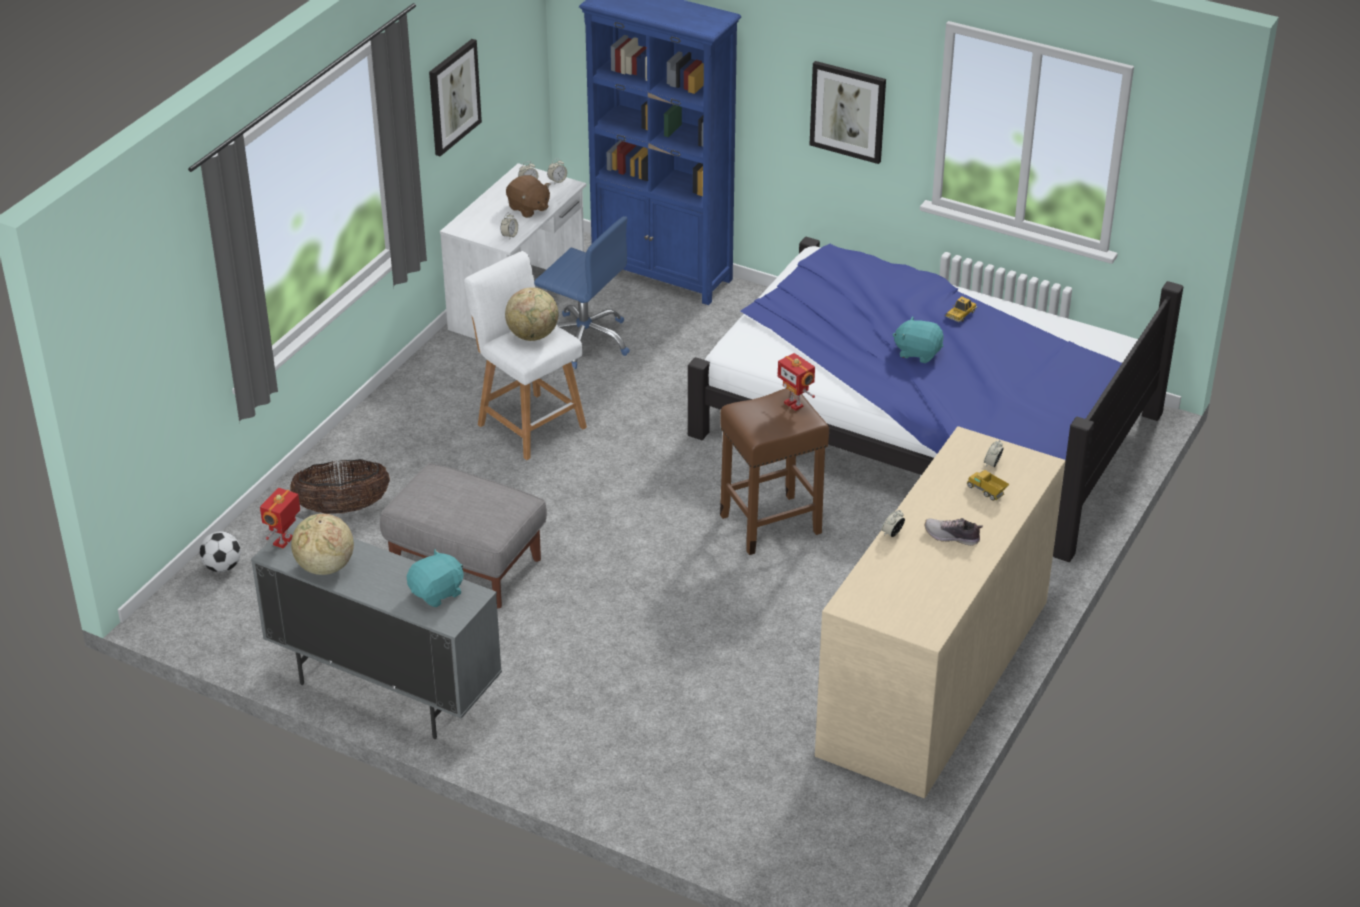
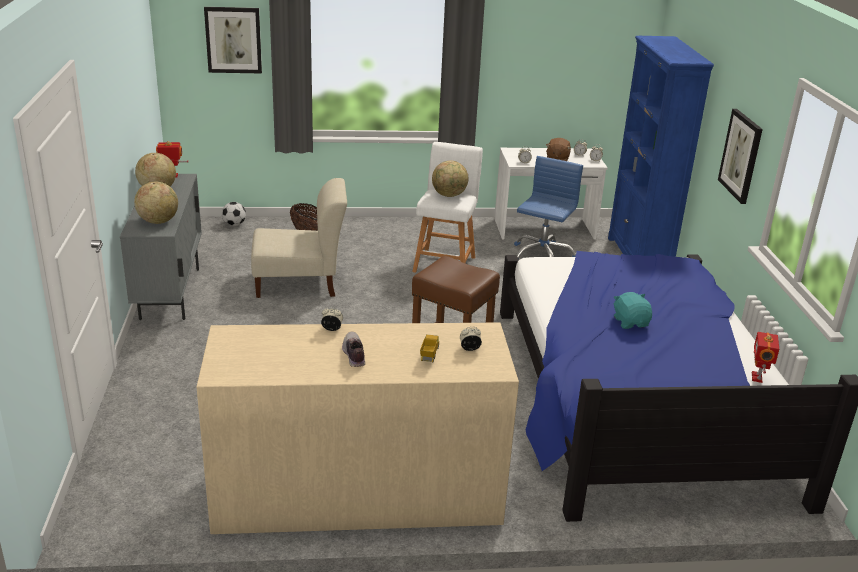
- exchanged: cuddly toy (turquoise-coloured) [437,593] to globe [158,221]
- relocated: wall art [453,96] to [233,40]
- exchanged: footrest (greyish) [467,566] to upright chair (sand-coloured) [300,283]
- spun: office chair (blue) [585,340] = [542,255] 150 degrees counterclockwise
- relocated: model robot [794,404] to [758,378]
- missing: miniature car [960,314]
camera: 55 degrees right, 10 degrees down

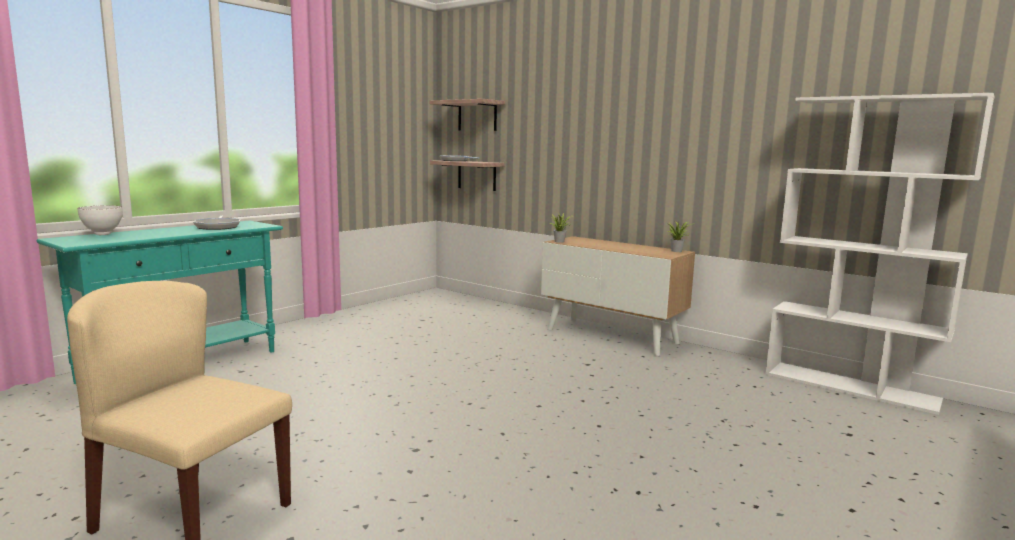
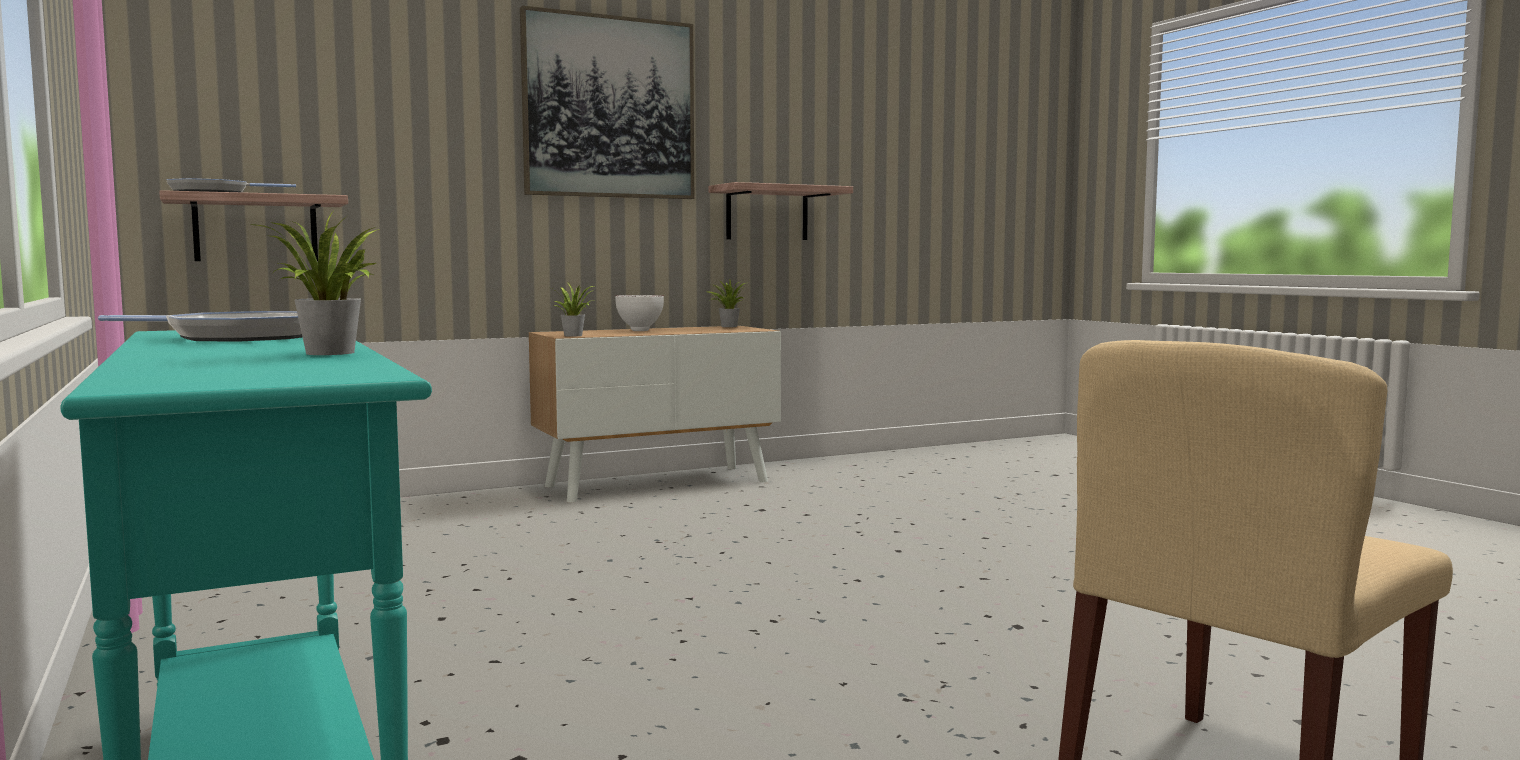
- appeared: potted plant [329,353]
- appeared: wall art [609,107]
- relocated: serving bowl (whitish) [104,234] to [640,330]
- relocated: shelf [477,116] to [767,213]
- missing: bookshelf (whitish) [850,387]
camera: 65 degrees left, 5 degrees down

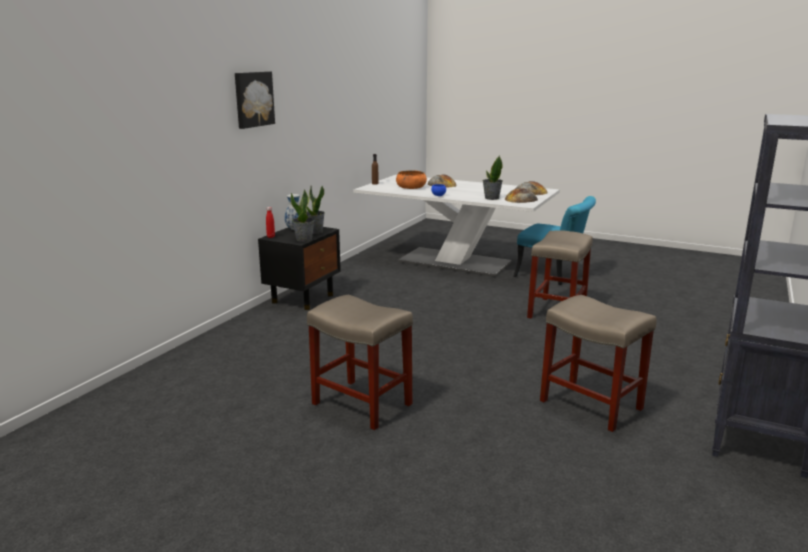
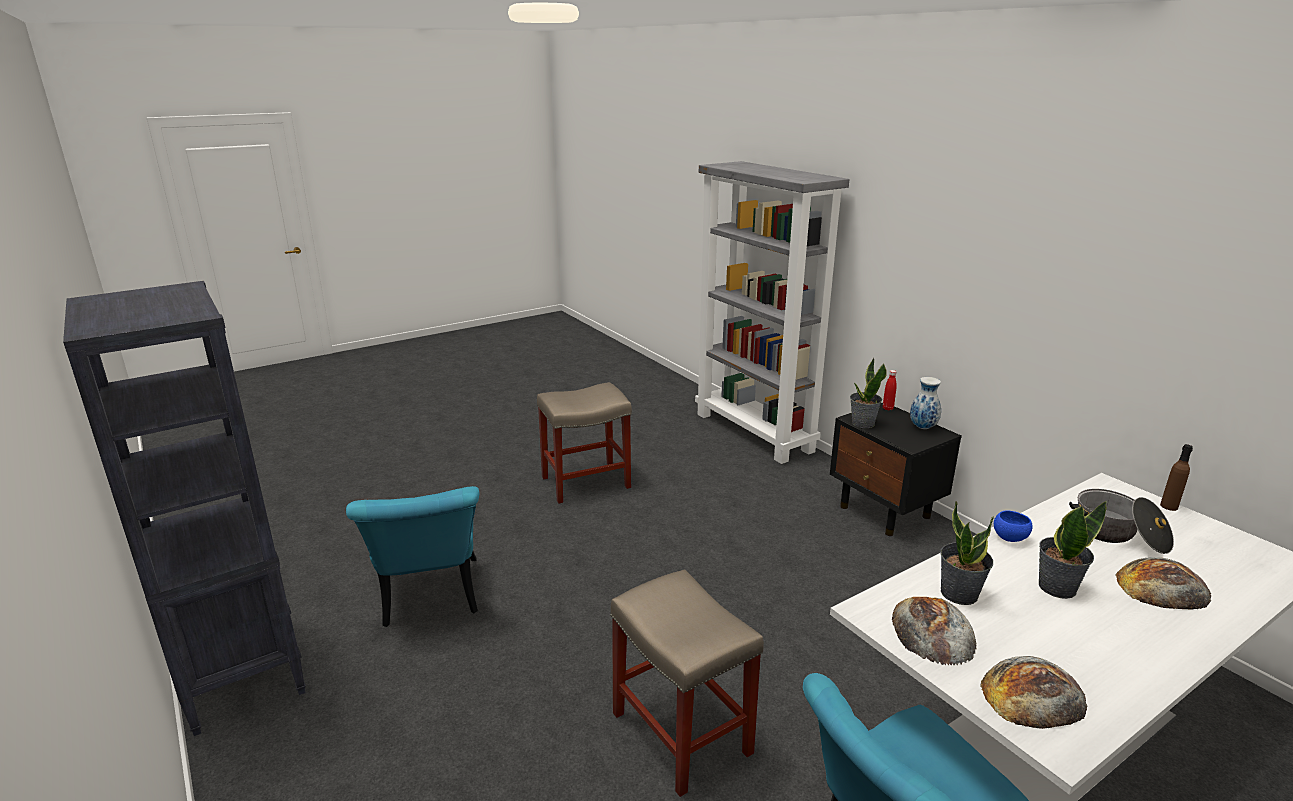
- exchanged: stool (sand-coloured) [592,405] to upright chair (turquoise-coloured) [431,600]
- appeared: bookshelf (greyish) [755,432]
- relocated: potted plant [314,232] to [1056,587]
- exchanged: serving bowl (orange-coloured) [411,187] to saucepot [1118,534]
- missing: wall art [253,99]
camera: 120 degrees right, 5 degrees up

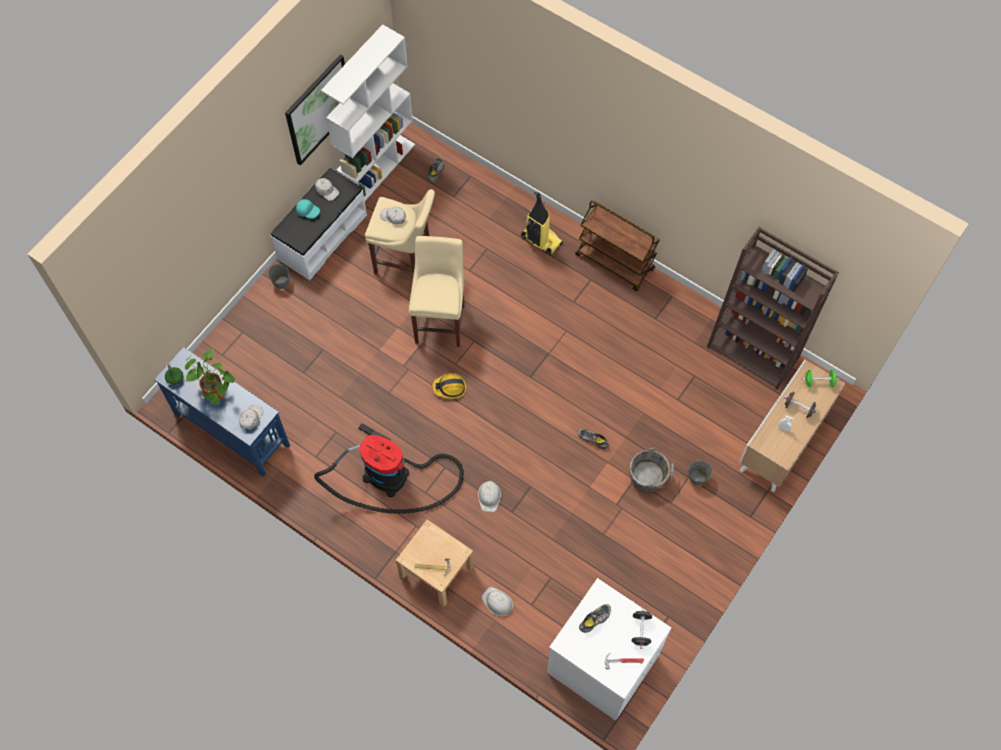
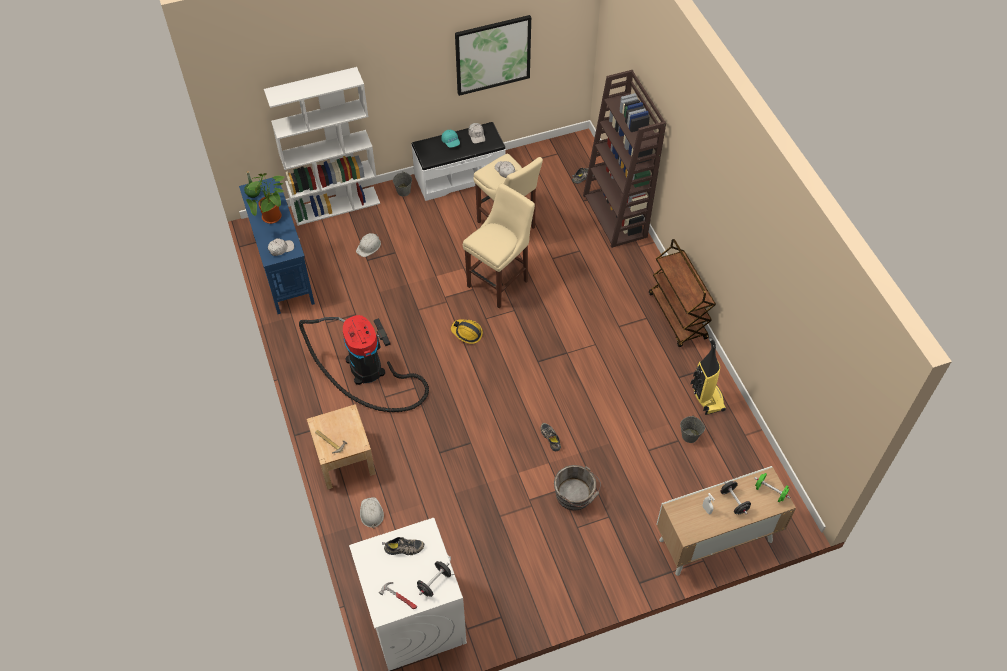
- relocated: bookshelf (whitish) [378,168] to [336,205]
- relocated: safety helmet (whitish) [489,496] to [369,246]
- relocated: bookshelf (brown) [754,352] to [615,216]
- relocated: pail (greyish) [698,478] to [690,436]
- relocated: vacuum [540,240] to [706,397]
camera: 35 degrees right, 10 degrees down

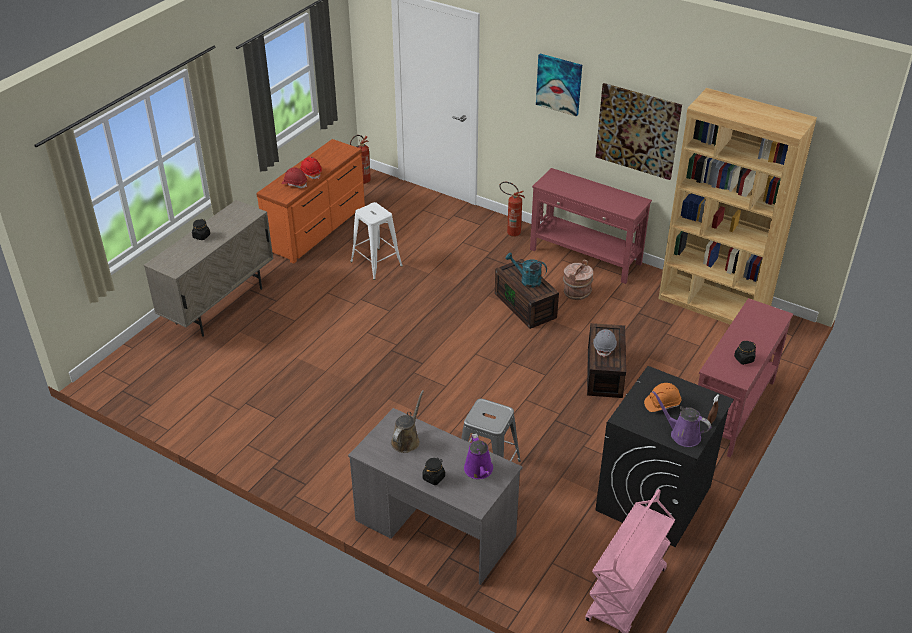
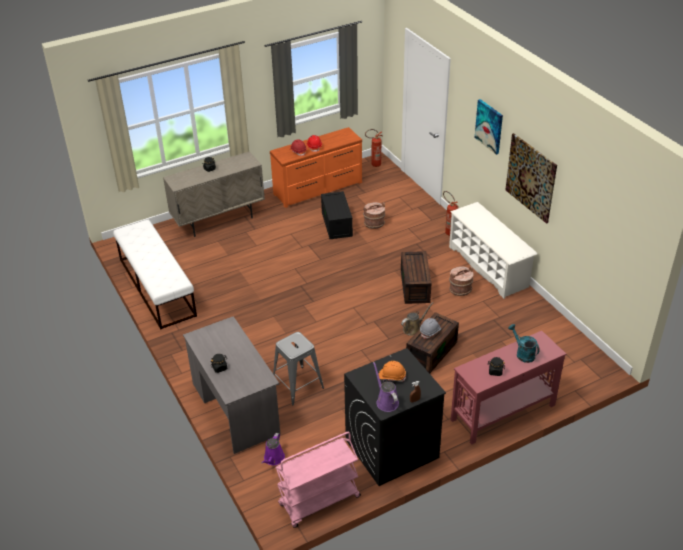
- appeared: indoor bench (whitish) [157,287]
- relocated: sprinkling can (purple) [479,470] to [273,459]
- exchanged: stool (whitish) [376,263] to storage box (black-coloured) [337,224]
- appeared: pail (brown) [374,223]
- relocated: sprinkling can (brown) [406,440] to [413,329]
- exchanged: narrow table (reddish) [585,257] to shoe stand (whitish) [488,267]
- relocated: sprinkling can (turquoise-coloured) [527,280] to [522,353]
- missing: bookshelf (brown) [713,305]
camera: 30 degrees right, 0 degrees up

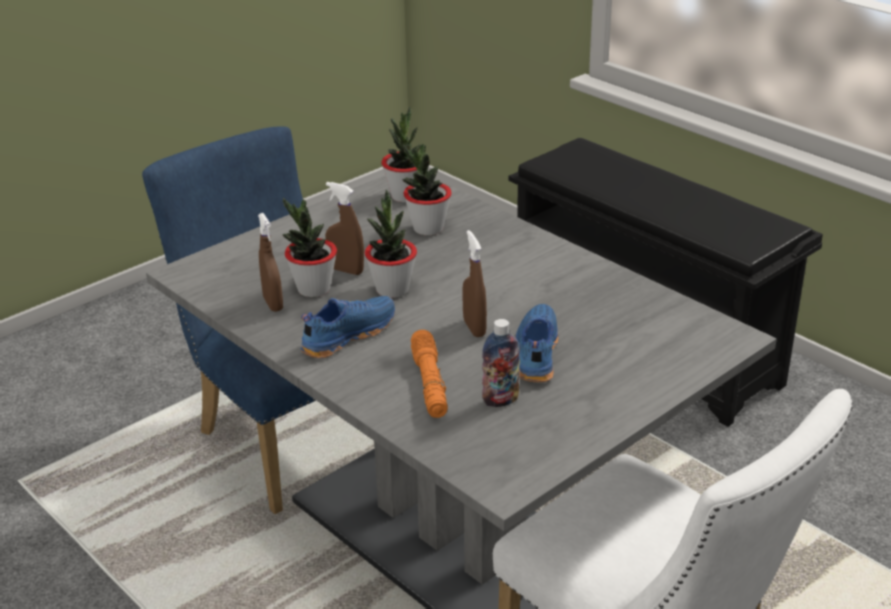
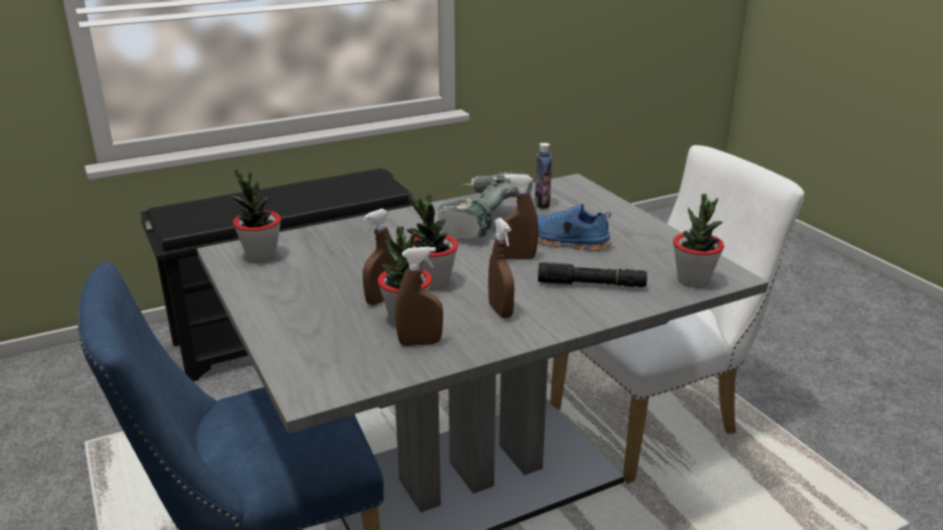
- appeared: power drill [477,222]
- exchanged: shoe (blue) [347,335] to hand sprayer (brown) [500,311]
- relocated: bottle [500,400] to [542,204]
- colour: torch (orange-coloured) [429,383] to torch (black-coloured) [591,285]
- relocated: potted plant [428,228] to [693,280]
camera: 75 degrees left, 5 degrees down

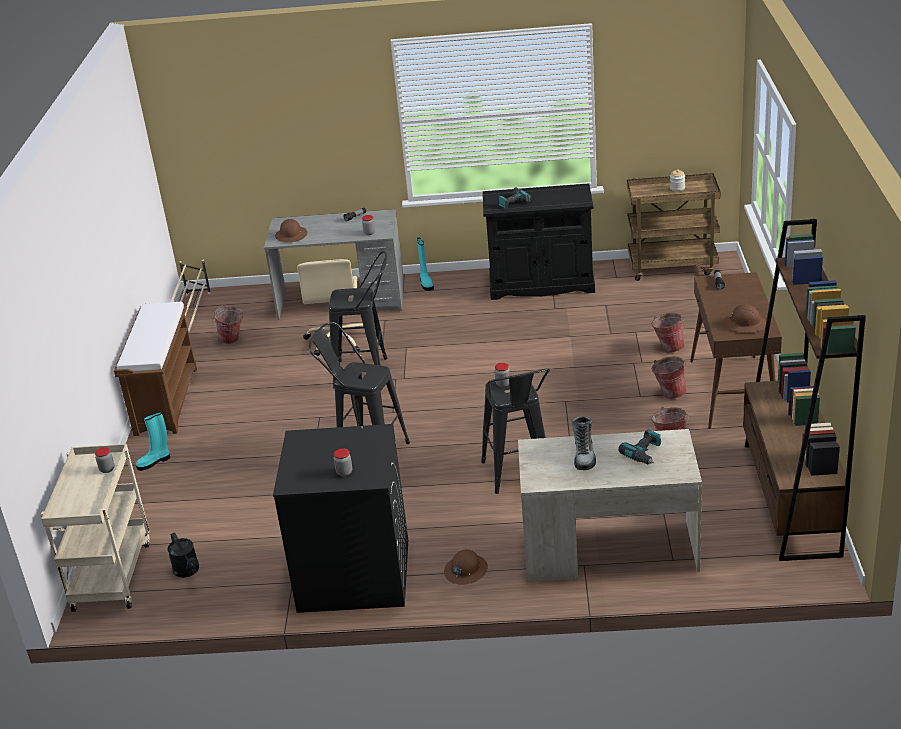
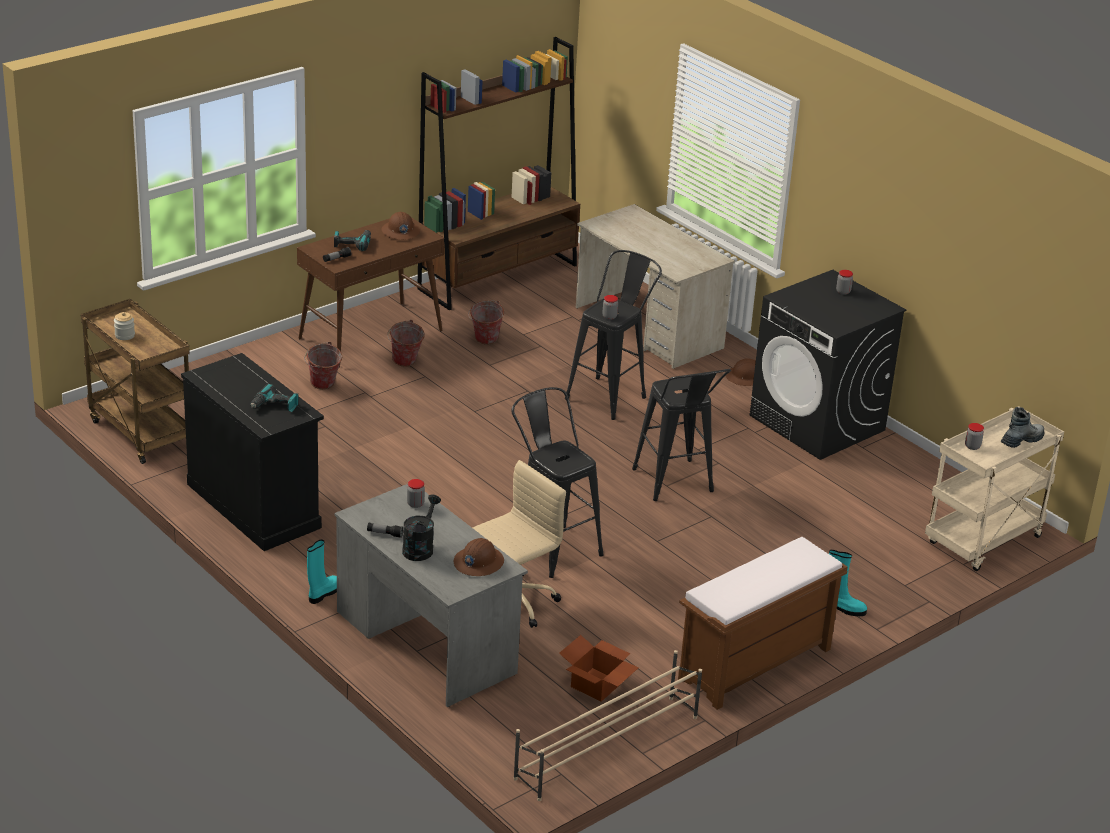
- relocated: power drill [645,453] to [352,244]
- relocated: sprinkling can (black-coloured) [188,571] to [420,547]
- exchanged: pail [232,340] to cardboard box [597,686]
- relocated: high-top boot [584,456] to [1021,440]
camera: 135 degrees left, 0 degrees up

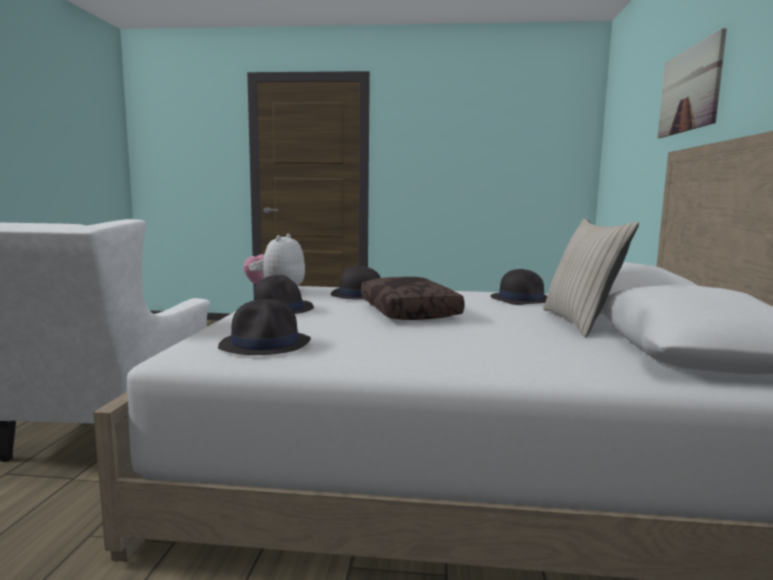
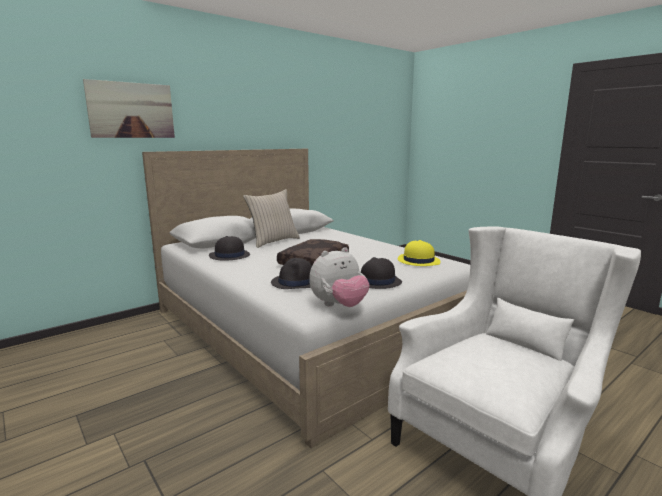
- colour: clothing hat (black-coloured) [266,344] to clothing hat (yellow-coloured) [418,261]
camera: 135 degrees left, 5 degrees up

